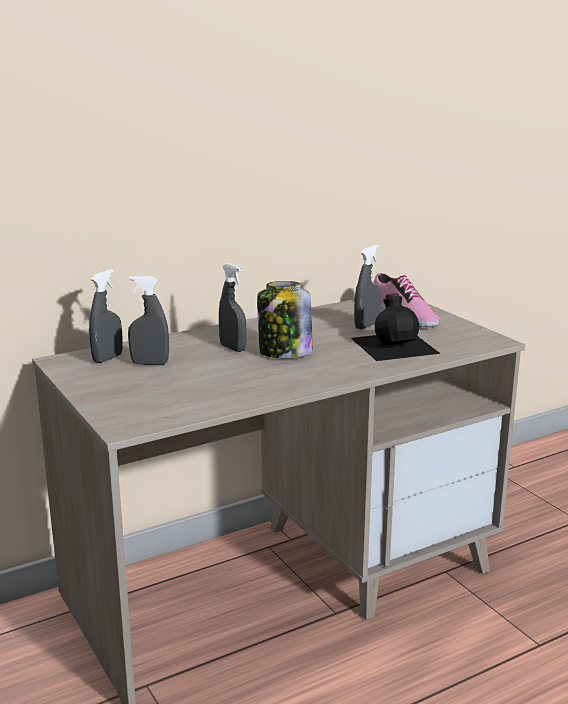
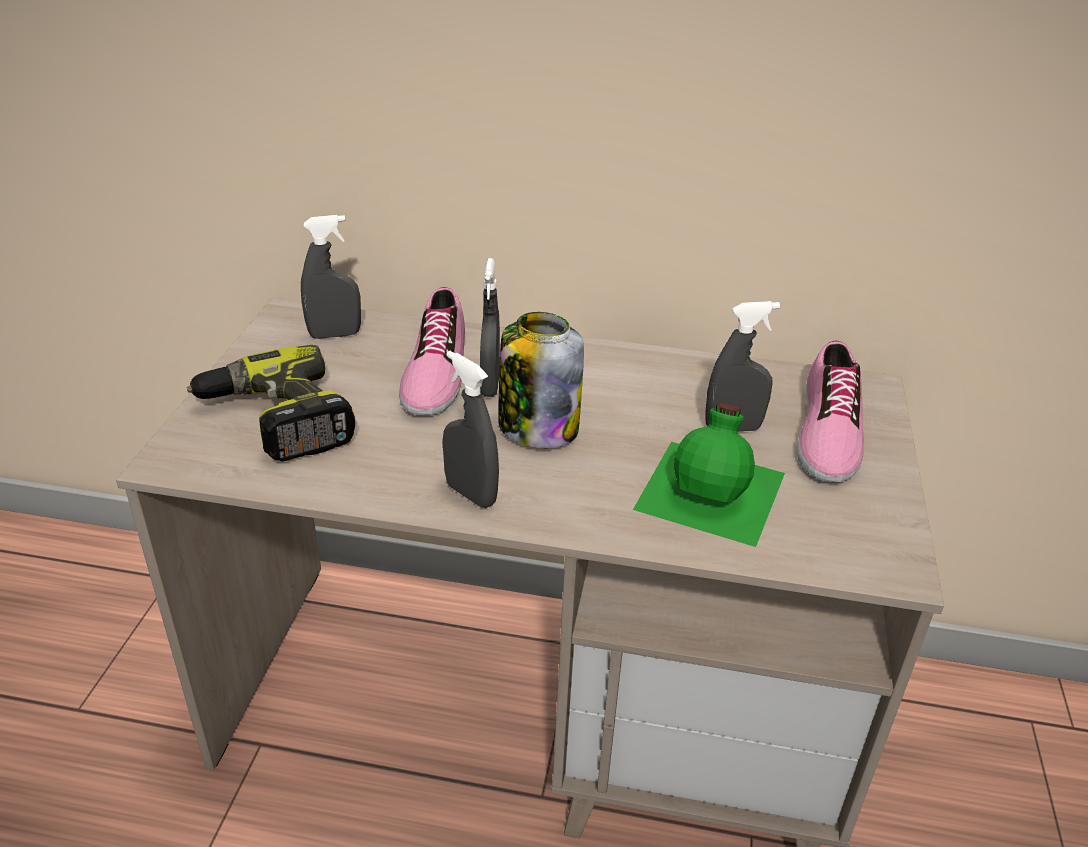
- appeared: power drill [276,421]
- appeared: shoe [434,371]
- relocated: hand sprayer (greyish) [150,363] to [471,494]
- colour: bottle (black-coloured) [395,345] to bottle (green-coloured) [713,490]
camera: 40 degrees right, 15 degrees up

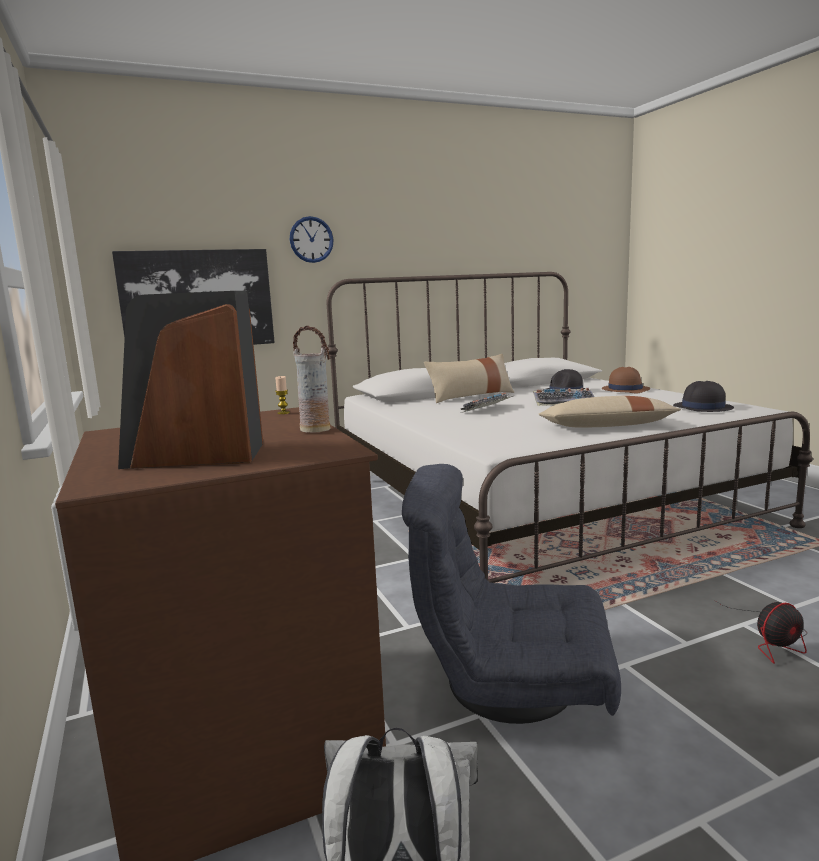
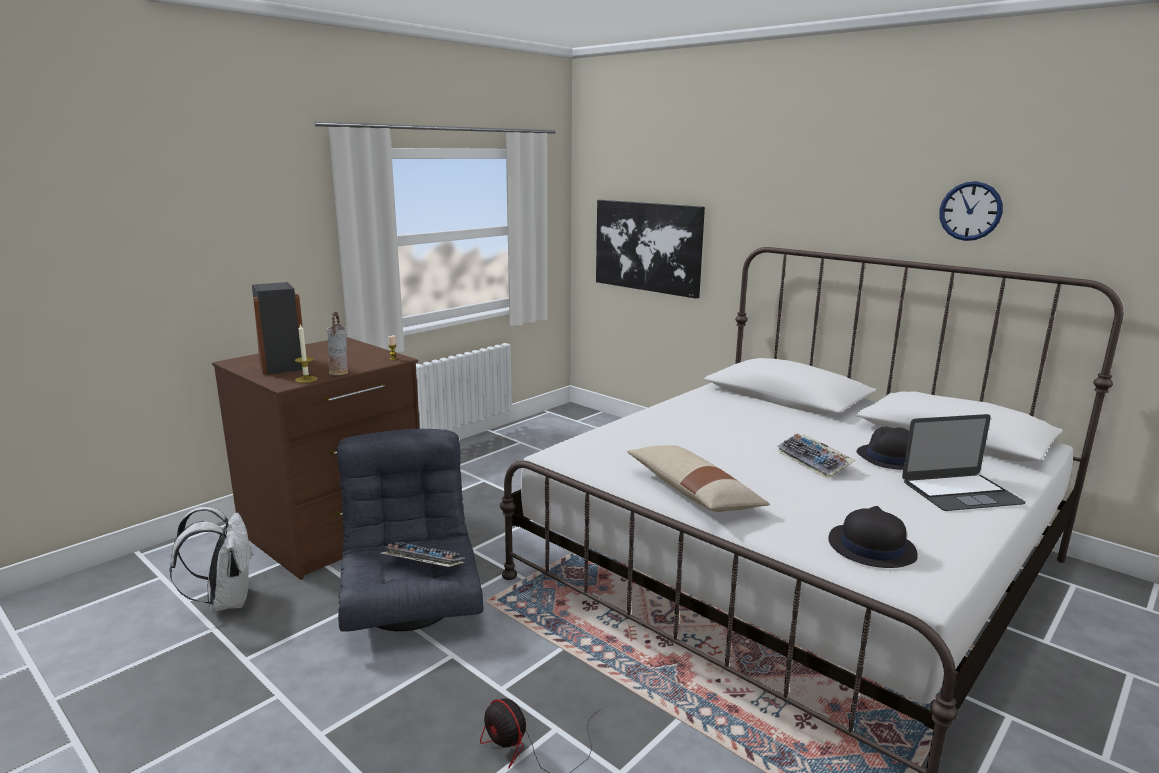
- appeared: candle [306,379]
- relocated: computer keyboard [487,410] to [421,564]
- exchanged: clothing hat (brown) [625,389] to notebook computer [961,492]
- relocated: hanging clock [311,239] to [970,211]
- missing: cushion (sand-coloured) [471,396]
camera: 65 degrees right, 5 degrees up

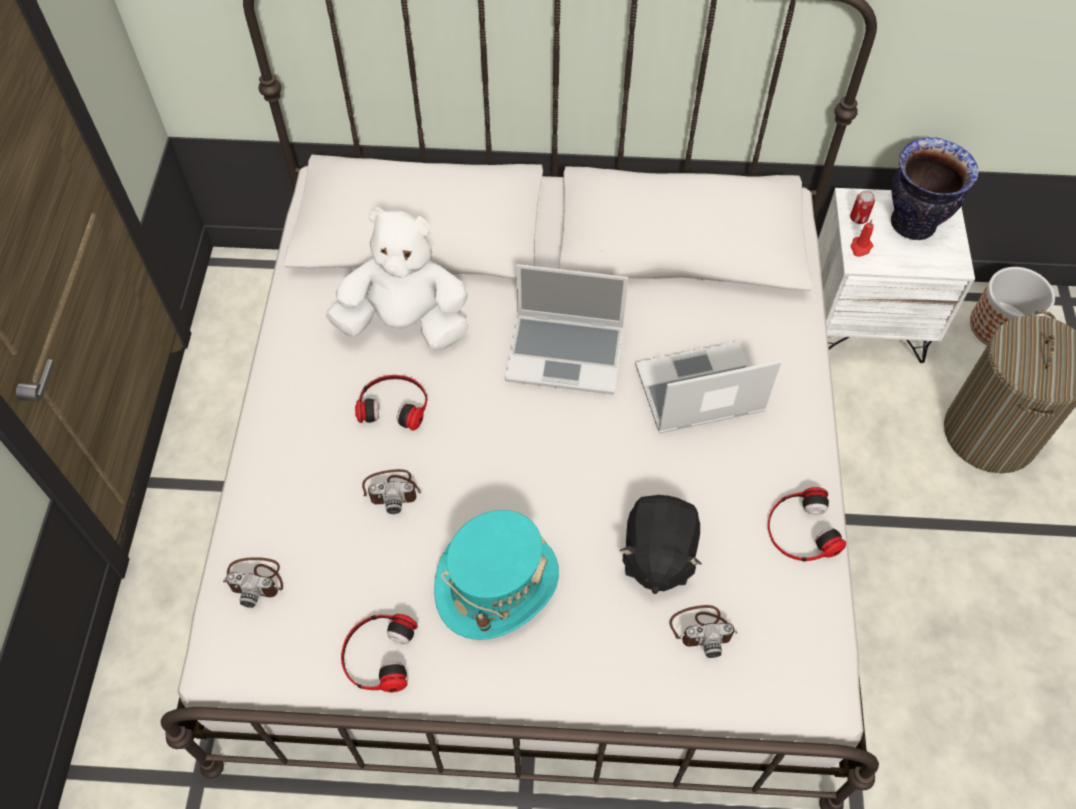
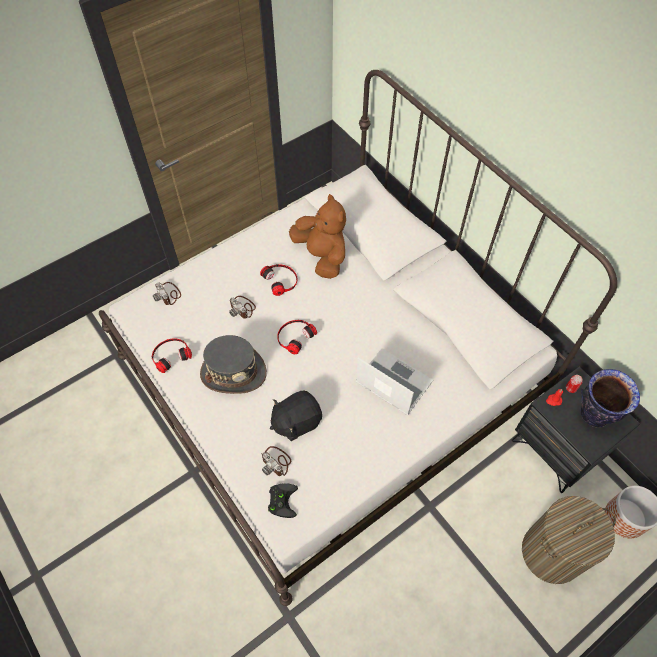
- colour: clothing hat (turquoise-coloured) [497,583] to clothing hat (greyish) [233,372]
- appeared: gamepad (black-coloured) [281,500]
- relocated: headset [801,530] to [295,336]
- colour: cuddly toy (whitish) [406,323] to cuddly toy (brown) [322,256]
- colour: night table (whitish) [864,321] to night table (black-coloured) [557,449]
- missing: notebook computer [567,354]
camera: 50 degrees right, 0 degrees up

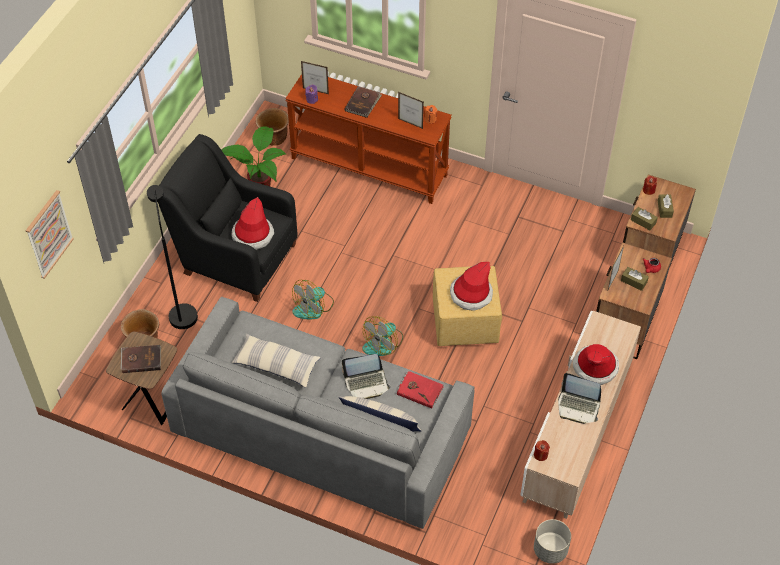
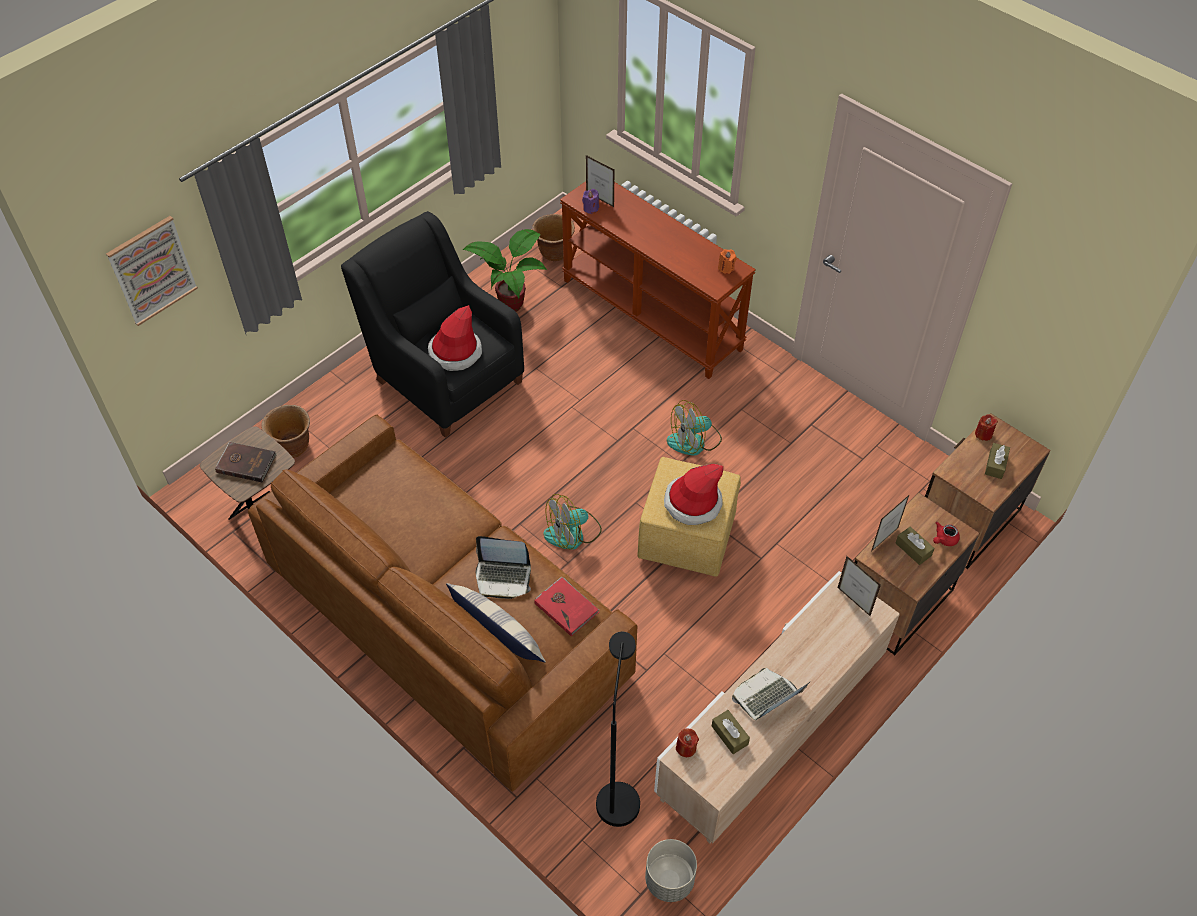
- colour: sofa (greyish) [321,431] to sofa (brown) [446,620]
- relocated: standing lamp (black-coloured) [181,311] to [617,792]
- relocated: electric fan [313,307] to [694,441]
- relocated: tissue holder (brown) [643,221] to [729,735]
- spun: notebook computer [578,406] = [766,697] 105 degrees clockwise
- relocated: standing frame [410,124] to [853,602]
- missing: cushion [276,365]
- missing: bound book (brown) [363,103]
- missing: clothing hat [595,367]
camera: 20 degrees right, 0 degrees up

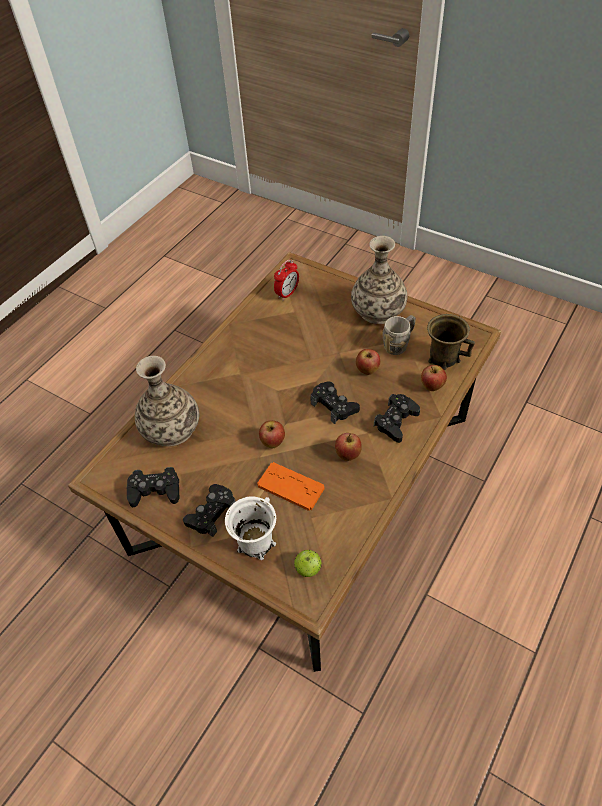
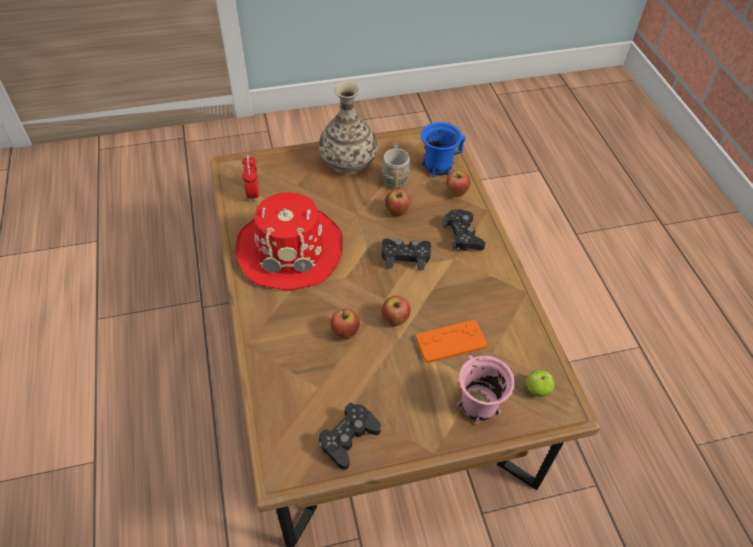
- appeared: clothing hat (reddish) [291,249]
- relocated: whole apple [348,455] to [345,333]
- colour: coffee mug (brown) [443,357] to coffee mug (blue) [437,166]
- colour: coffee mug (whitish) [255,542] to coffee mug (pink-coloured) [478,405]
- missing: decorative vase [171,429]
- missing: gamepad (black-coloured) [211,513]
camera: 50 degrees left, 0 degrees up

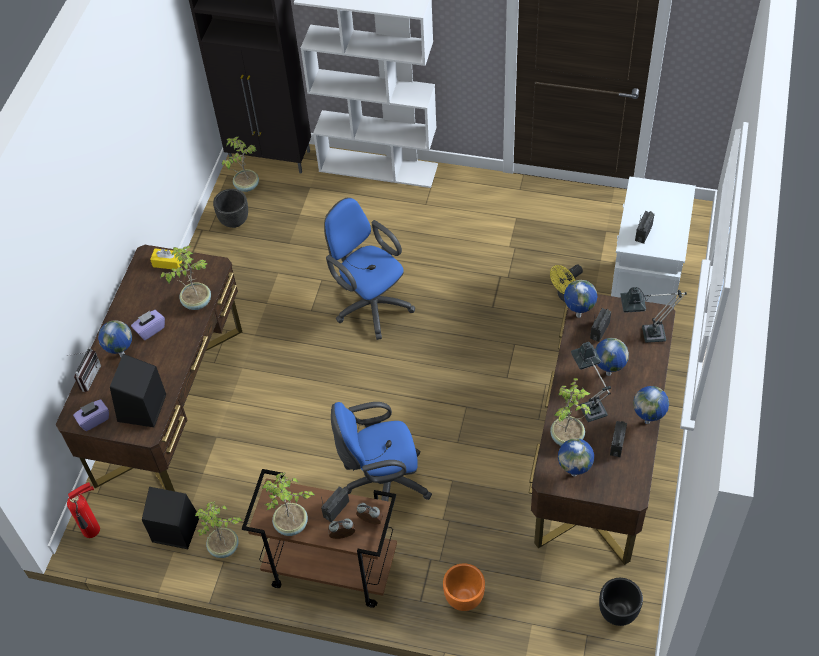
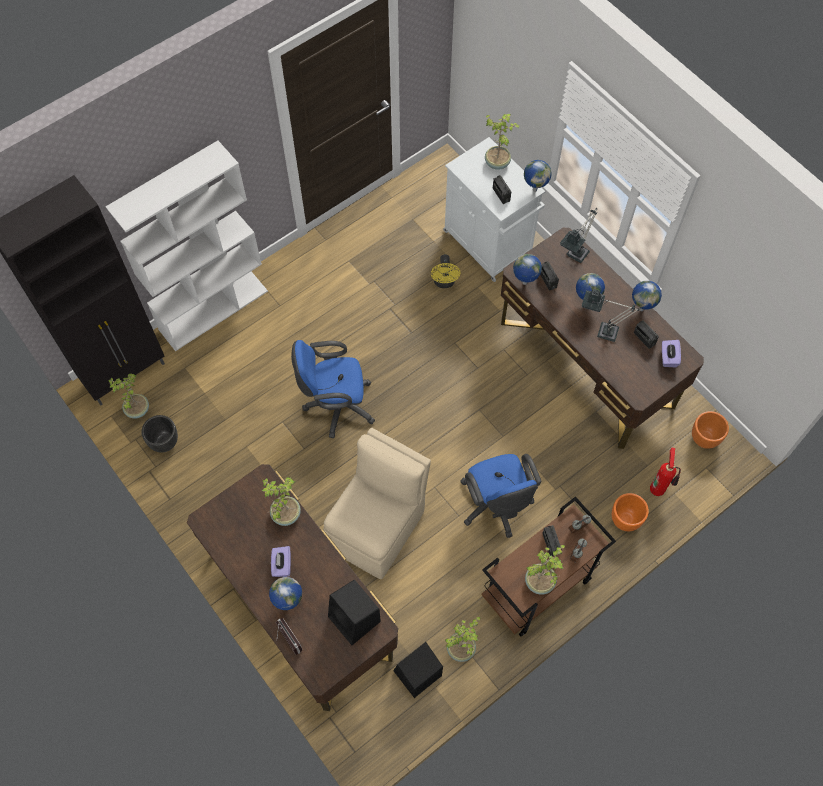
- appeared: upright chair (sand-coloured) [377,527]
- spun: office chair (blue) [383,483] = [496,506] 45 degrees counterclockwise
- relocated: potted plant [568,437] to [497,162]
- relocated: globe [574,473] to [534,189]
- relocated: extinguisher [93,531] to [659,488]
- relocated: tissue holder (purple) [94,420] to [668,358]
- colour: flower pot (black-coloured) [618,613] to flower pot (orange-coloured) [704,438]
- missing: tissue holder (yellow-coloured) [168,263]
camera: 55 degrees left, 10 degrees up

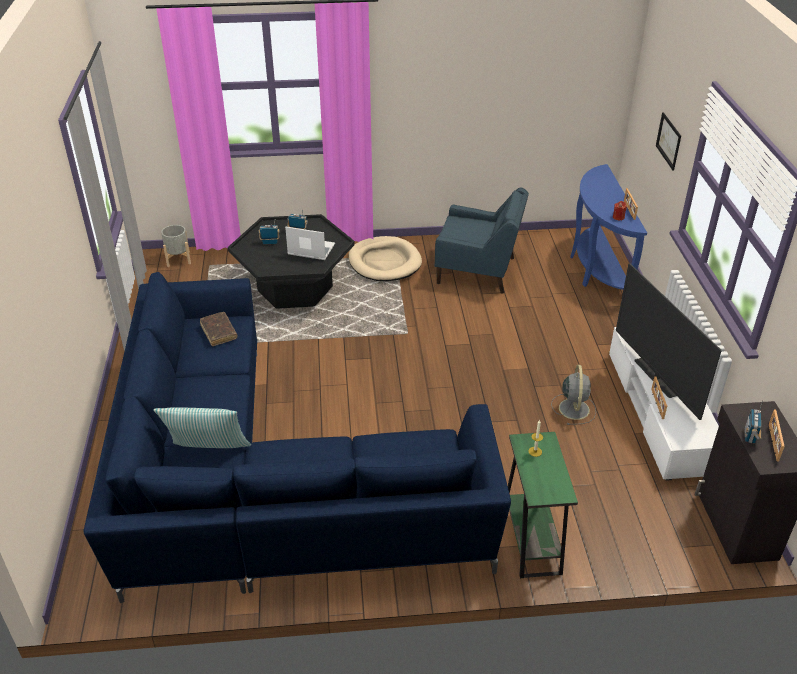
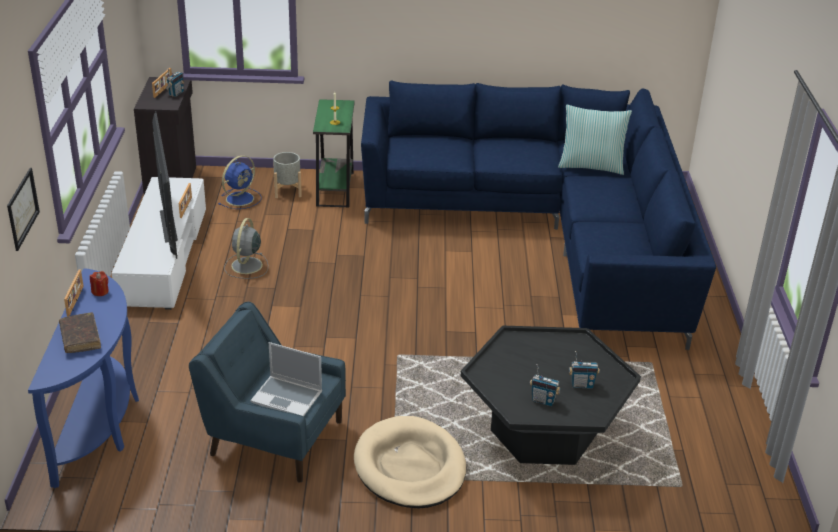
- relocated: bound book (brown) [219,332] to [80,338]
- appeared: electric fan (blue) [241,198]
- relocated: notebook computer [310,250] to [288,397]
- relocated: flower pot (greyish) [178,259] to [287,191]
camera: 175 degrees left, 5 degrees down

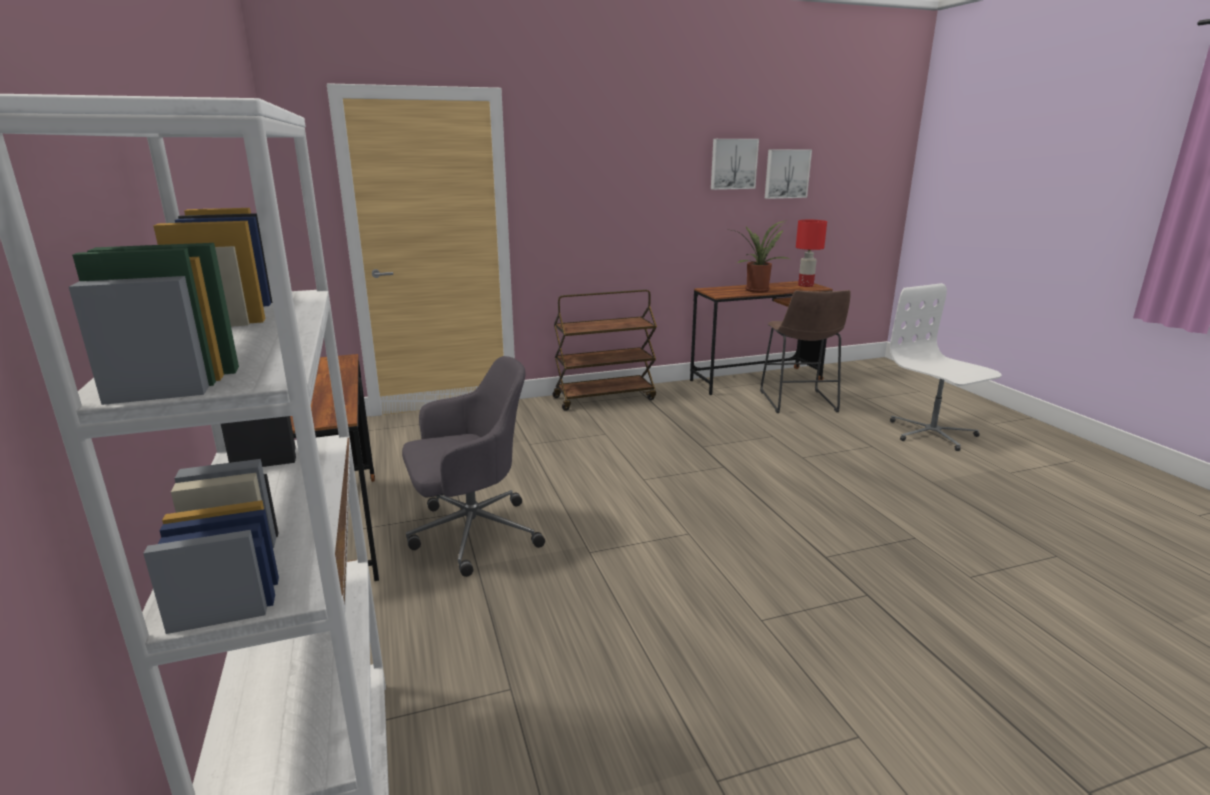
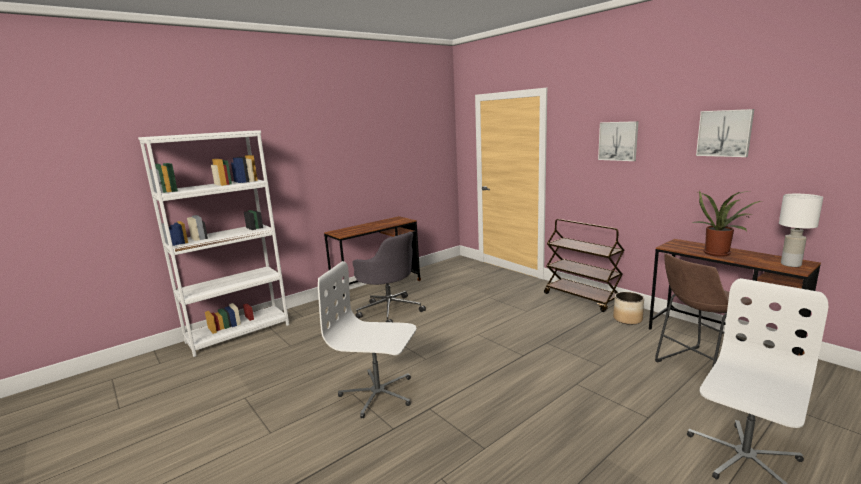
- appeared: office chair (whitish) [378,394]
- relocated: wall art [786,174] to [618,141]
- appeared: flower pot [627,319]
- colour: lamp for a table (reddish) [805,285] to lamp for a table (whitish) [791,264]
camera: 70 degrees right, 5 degrees down

